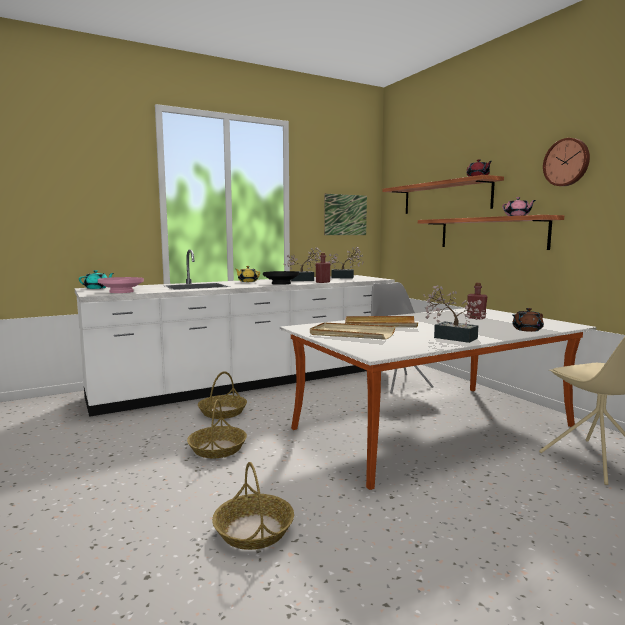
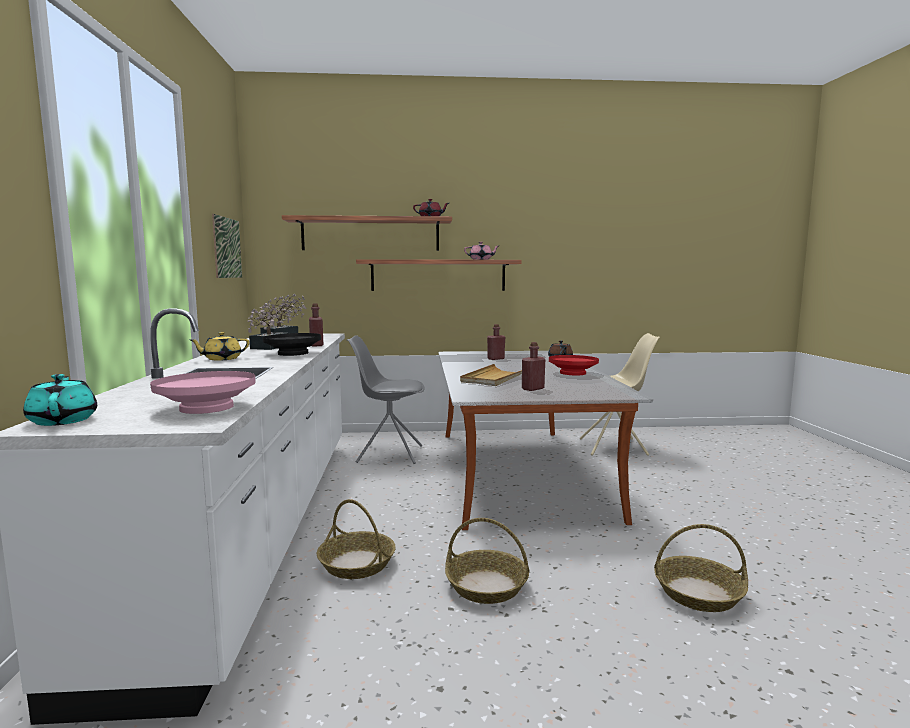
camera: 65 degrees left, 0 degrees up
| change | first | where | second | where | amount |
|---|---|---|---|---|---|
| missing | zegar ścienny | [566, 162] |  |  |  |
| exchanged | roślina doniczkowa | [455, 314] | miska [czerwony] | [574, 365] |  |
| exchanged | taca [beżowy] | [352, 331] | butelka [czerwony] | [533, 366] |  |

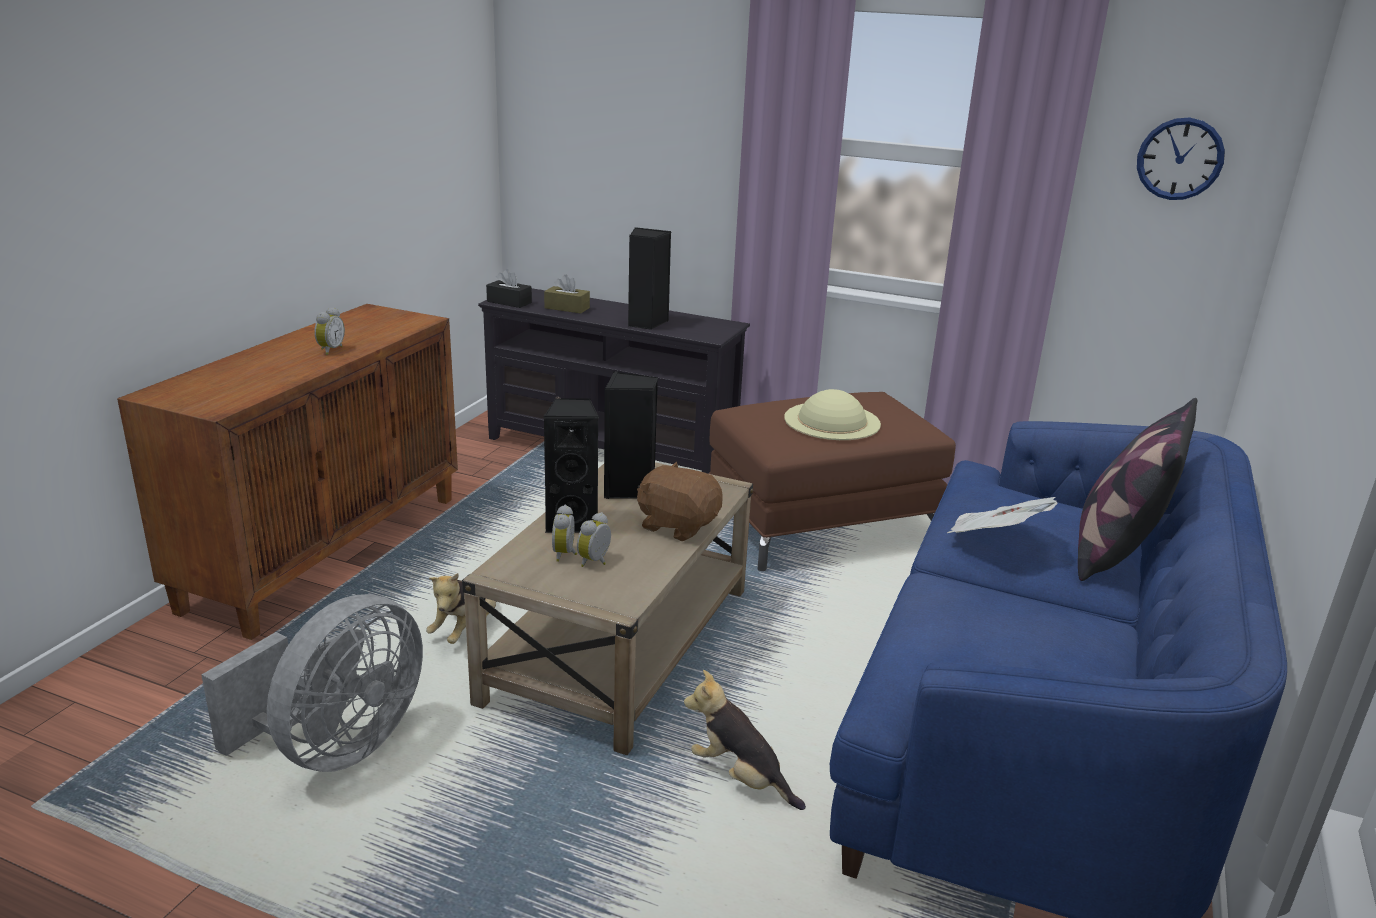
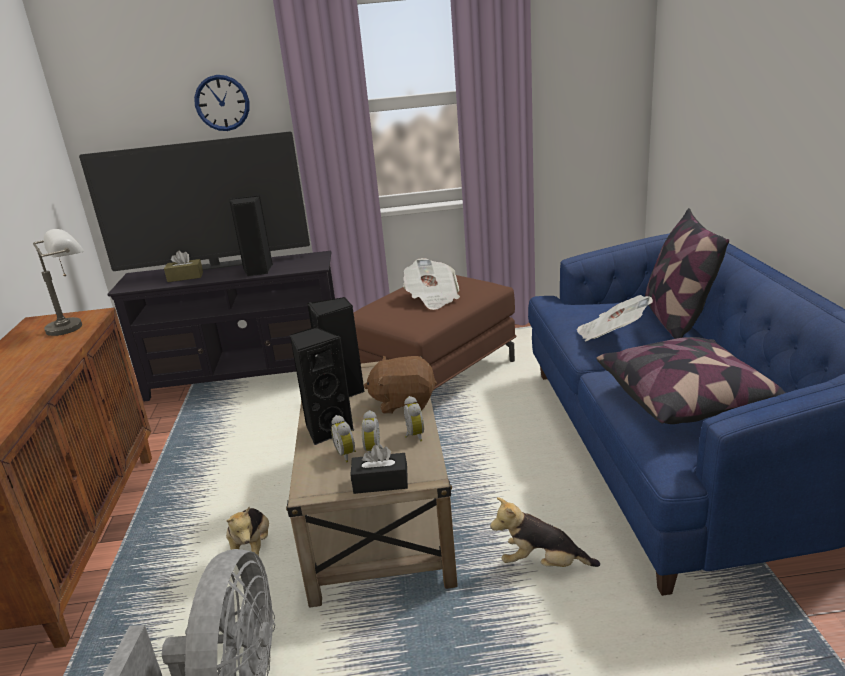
camera: 25 degrees left, 0 degrees up
| change | first | where | second | where | amount |
|---|---|---|---|---|---|
| relocated | zegar ścienny | [1181, 158] |  | [222, 103] |  |
| relocated | pudełko chusteczek [czarny] | [509, 288] |  | [379, 469] |  |
| relocated | budzik | [329, 331] |  | [414, 419] |  |
| exchanged | kapelusz [beżowy] | [832, 414] | gazeta | [431, 284] |  |
| appeared |  |  | telewizor | [194, 201] |  |
| appeared |  |  | lampa stołowa [szary] | [58, 282] |  |
| appeared |  |  | poduszka | [691, 380] |  |

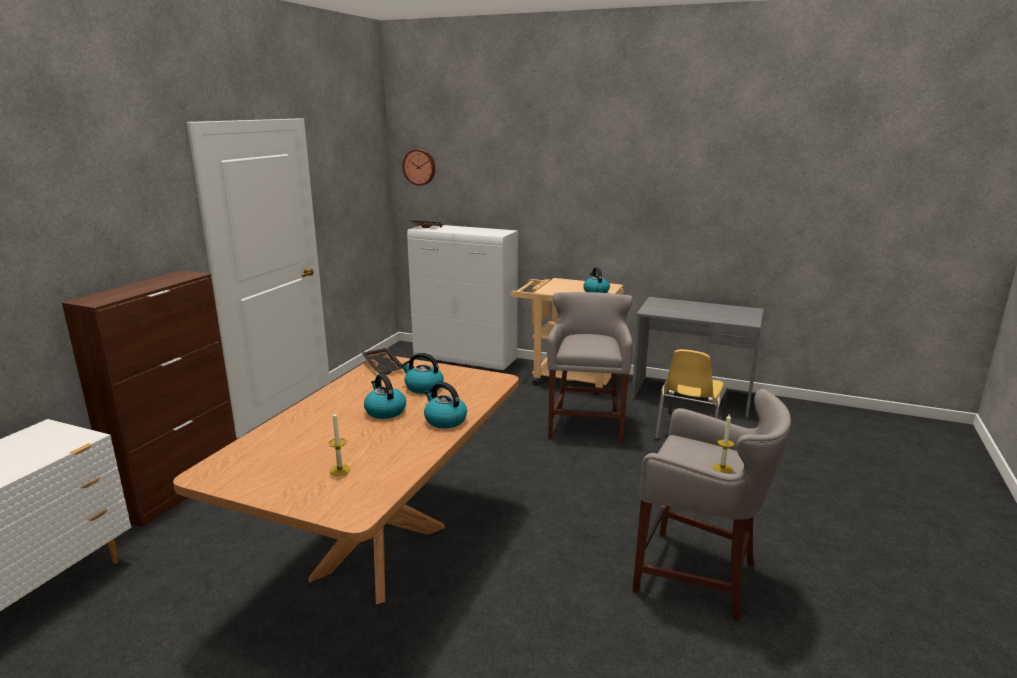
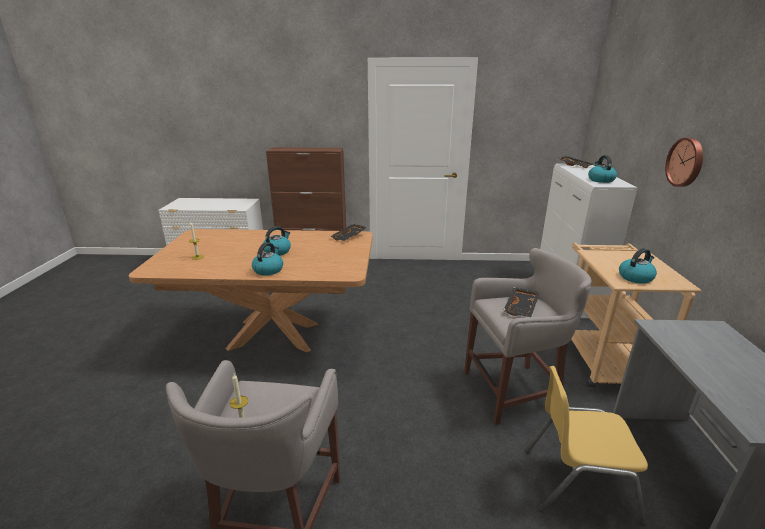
camera: 70 degrees right, 5 degrees up
| change | first | where | second | where | amount |
|---|---|---|---|---|---|
| relocated | zegar ścienny | [419, 167] |  | [684, 162] |  |
| relocated | czajnik | [422, 373] |  | [602, 169] |  |
| appeared |  |  | taca [czarny] | [521, 302] |  |

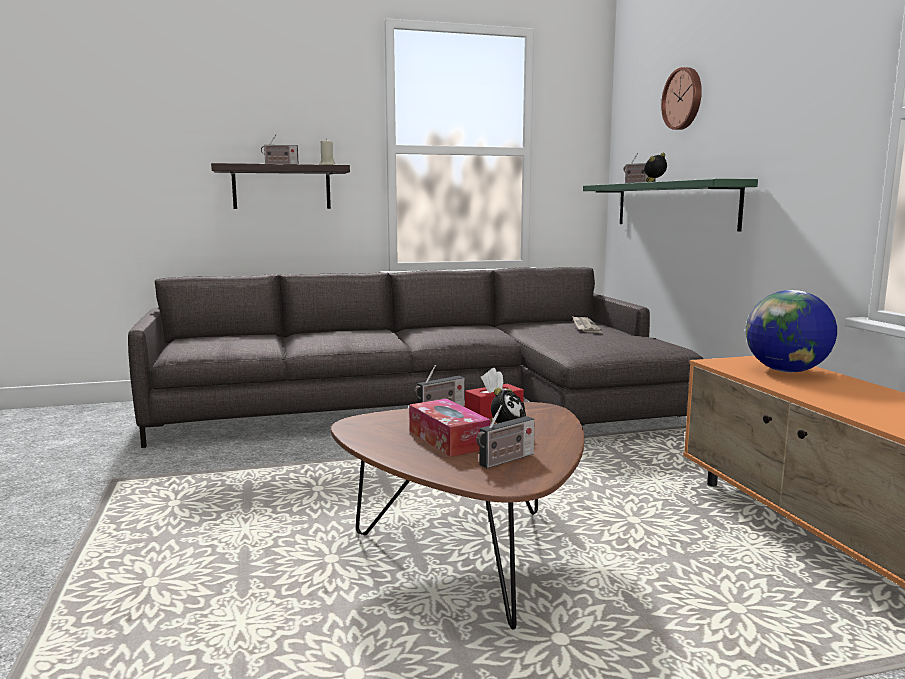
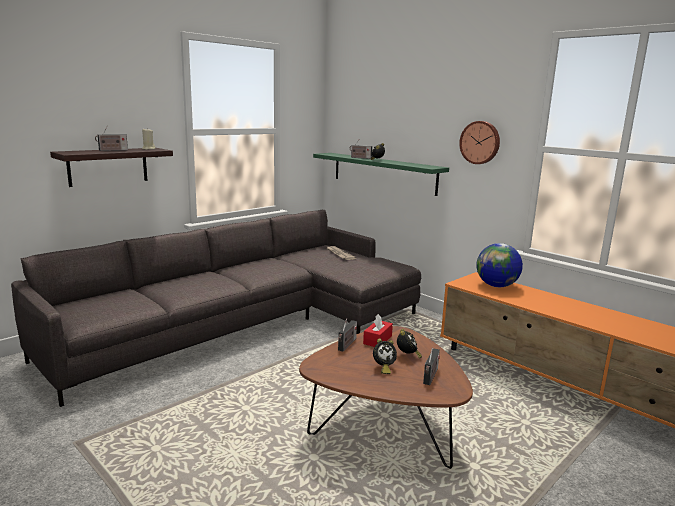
camera: 30 degrees left, 5 degrees up
| change | first | where | second | where | amount |
|---|---|---|---|---|---|
| relocated | zegar ścienny | [681, 98] |  | [479, 142] |  |
| exchanged | pudełko chusteczek | [449, 428] | budzik | [385, 356] |  |

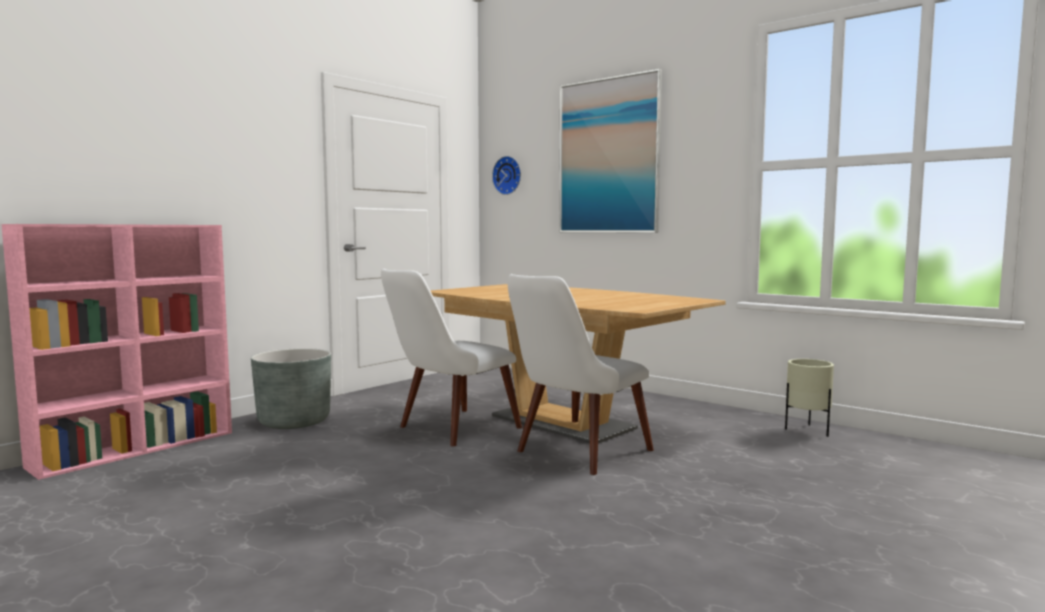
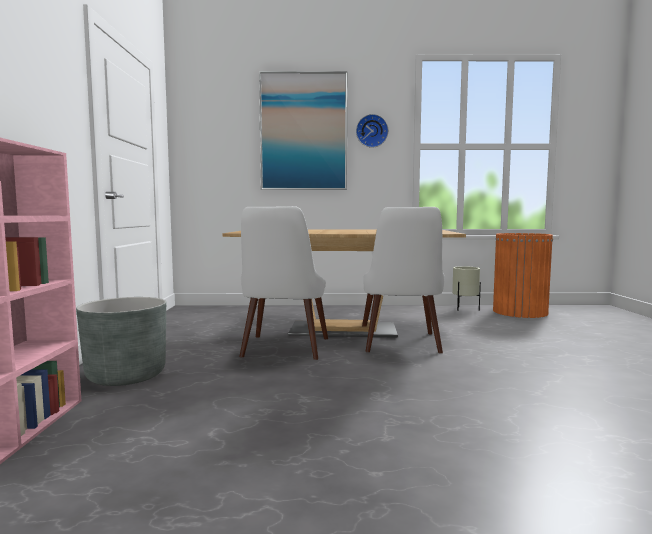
camera: 40 degrees left, 0 degrees up
| change | first | where | second | where | amount |
|---|---|---|---|---|---|
| relocated | zegar ścienny | [506, 175] |  | [372, 131] |  |
| appeared |  |  | kosz na śmieci [pomarańczowy] | [523, 275] |  |

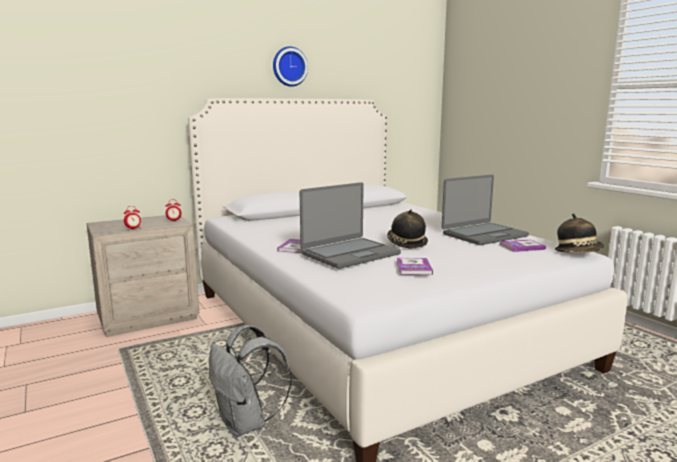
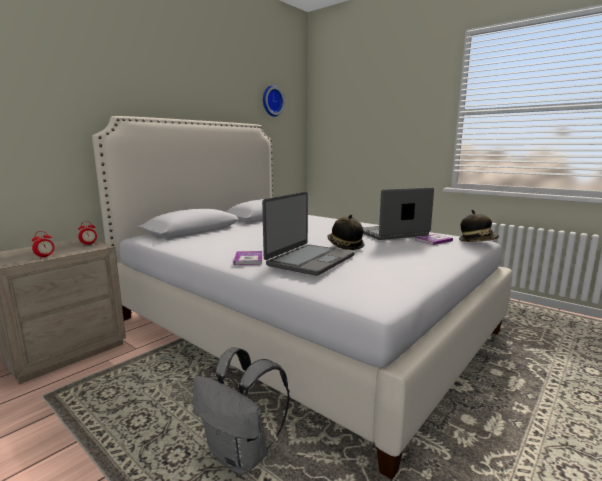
camera: 20 degrees left, 0 degrees up
| change | first | where | second | where | amount |
|---|---|---|---|---|---|
| relocated | zegar ścienny | [290, 66] |  | [274, 101] |  |
| spun | laptop | [485, 210] |  | [398, 213] | 150 degrees counterclockwise |
| missing | książka | [415, 266] |  |  |  |

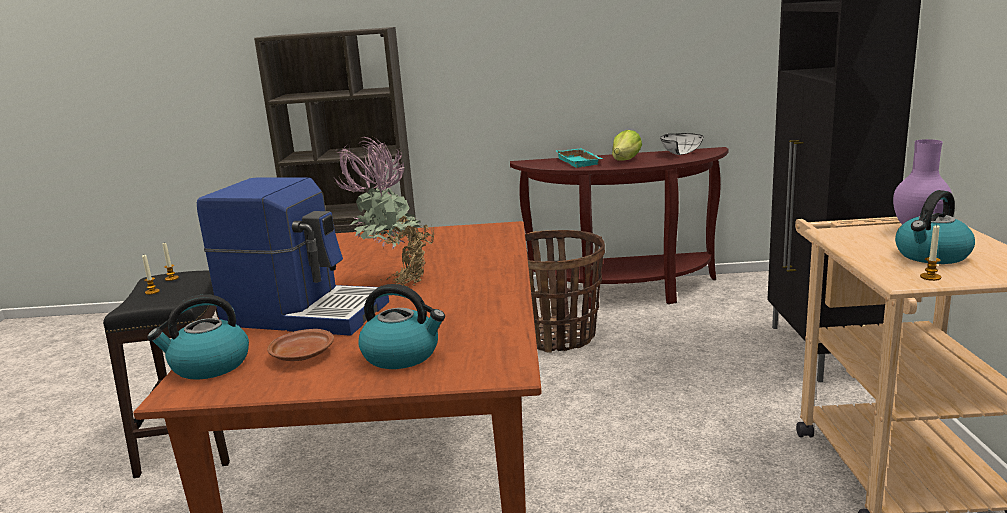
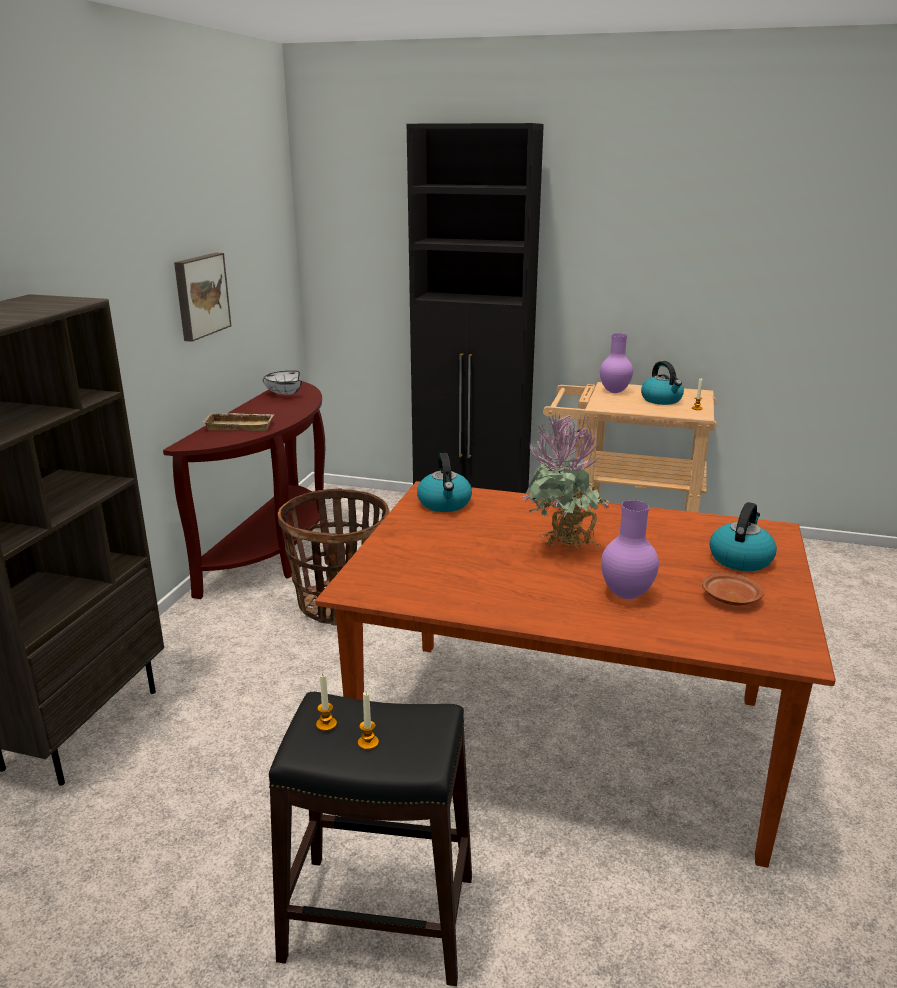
camera: 75 degrees left, 5 degrees up
| change | first | where | second | where | amount |
|---|---|---|---|---|---|
| missing | sałata | [627, 145] |  |  |  |
| colour | taca [turkusowy] | [579, 158] | taca [beżowy] | [238, 422] |  |
| exchanged | ekspres do kawy | [293, 256] | wazon [fioletowy] | [630, 549] |  |
| relocated | czajnik | [198, 337] |  | [444, 482] |  |
| appeared |  |  | obraz | [202, 297] |  |

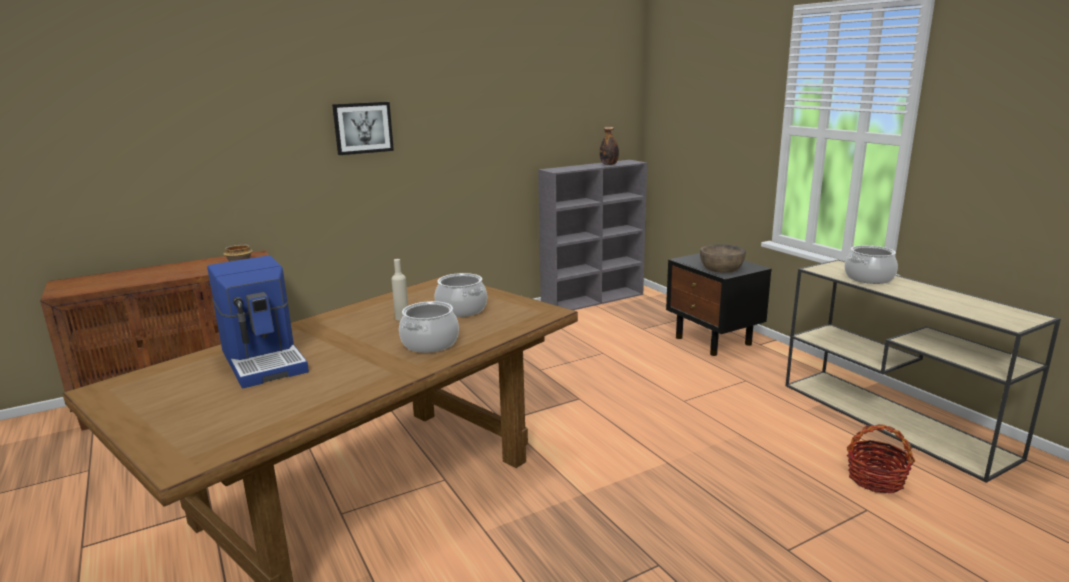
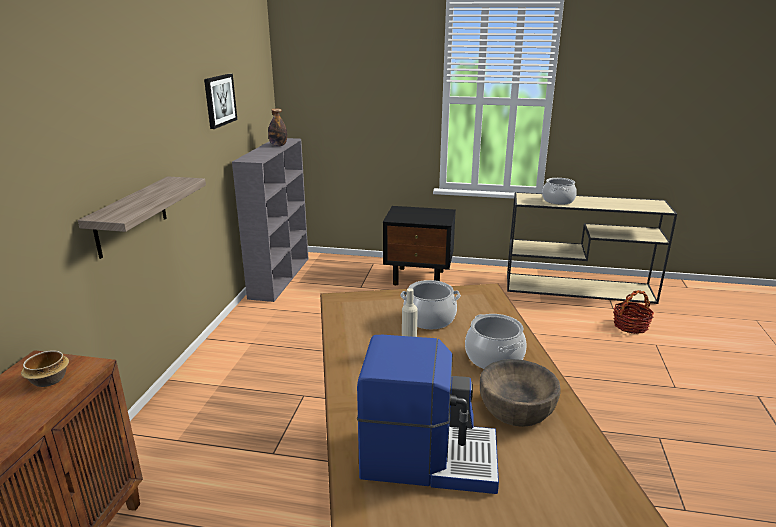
camera: 50 degrees left, 5 degrees up
| change | first | where | second | where | amount |
|---|---|---|---|---|---|
| relocated | obraz | [363, 128] |  | [221, 101] |  |
| relocated | miska [brązowy] | [723, 258] |  | [520, 393] |  |
| appeared |  |  | półka | [142, 217] |  |

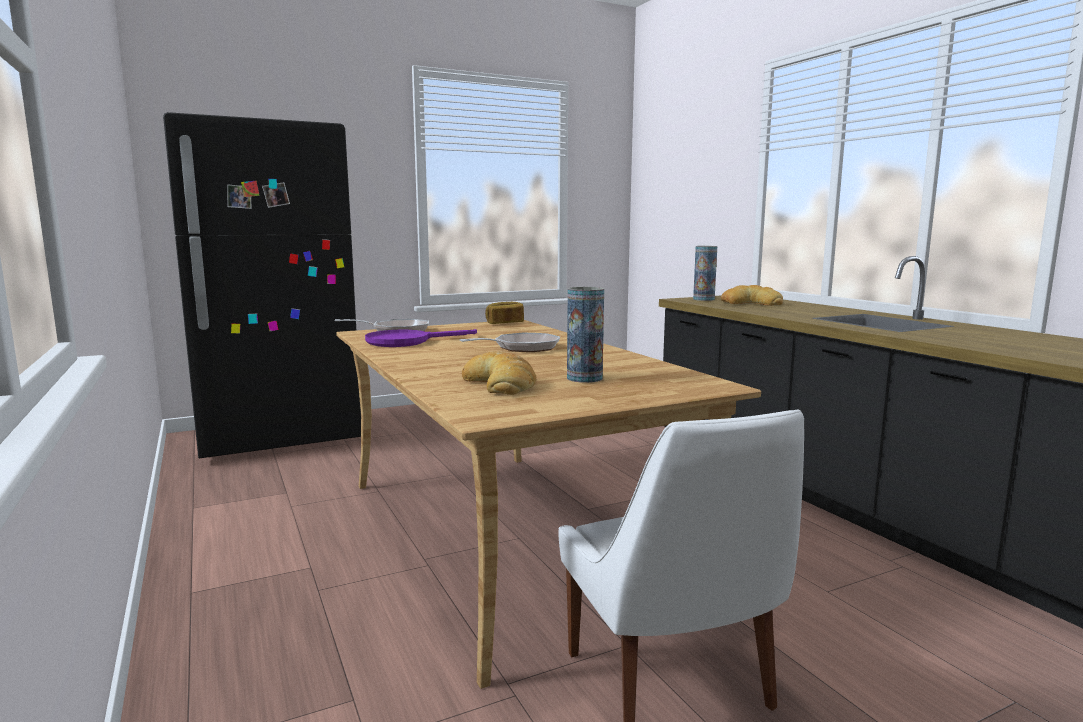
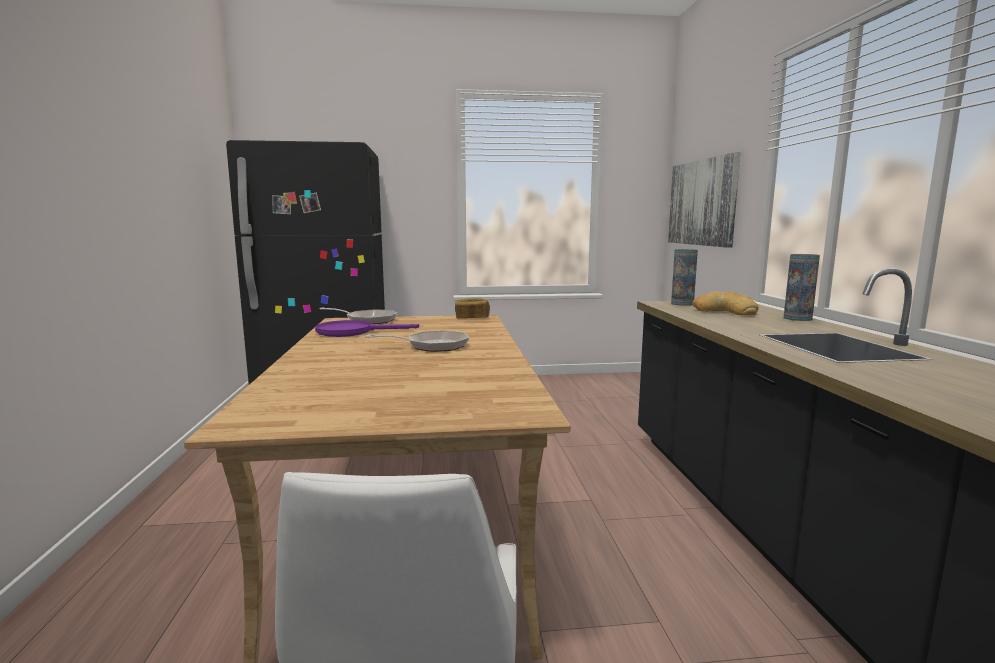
camera: 20 degrees right, 0 degrees up
| change | first | where | second | where | amount |
|---|---|---|---|---|---|
| relocated | wazon | [585, 335] |  | [802, 287] |  |
| missing | chleb | [499, 373] |  |  |  |
| appeared |  |  | obraz | [704, 200] |  |

